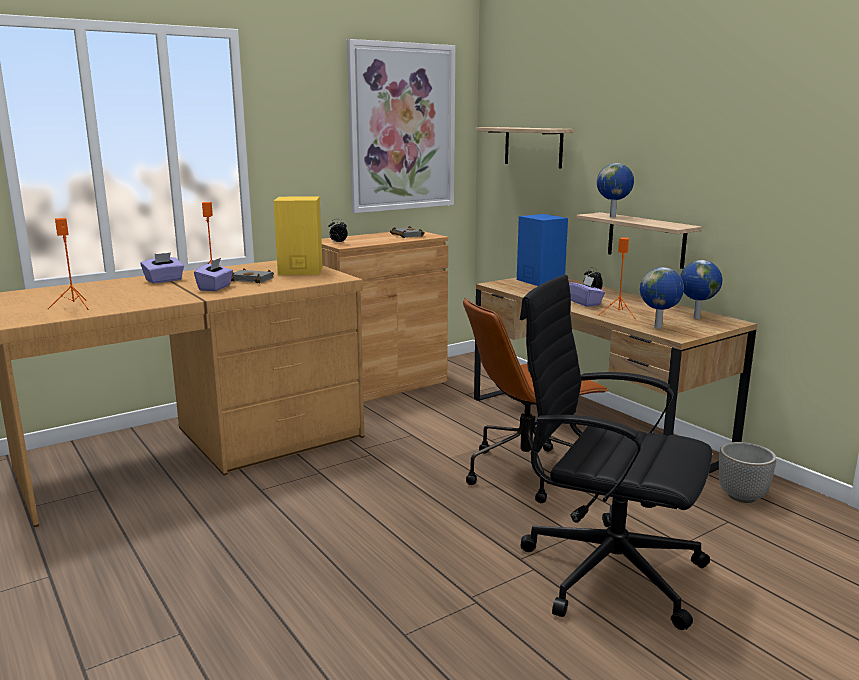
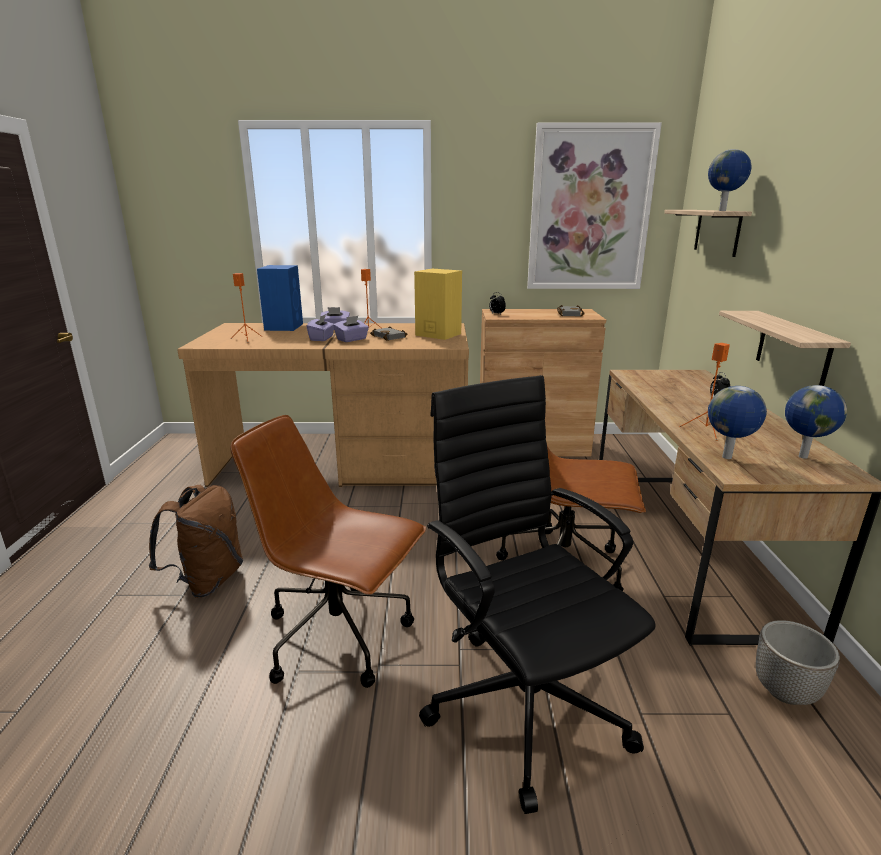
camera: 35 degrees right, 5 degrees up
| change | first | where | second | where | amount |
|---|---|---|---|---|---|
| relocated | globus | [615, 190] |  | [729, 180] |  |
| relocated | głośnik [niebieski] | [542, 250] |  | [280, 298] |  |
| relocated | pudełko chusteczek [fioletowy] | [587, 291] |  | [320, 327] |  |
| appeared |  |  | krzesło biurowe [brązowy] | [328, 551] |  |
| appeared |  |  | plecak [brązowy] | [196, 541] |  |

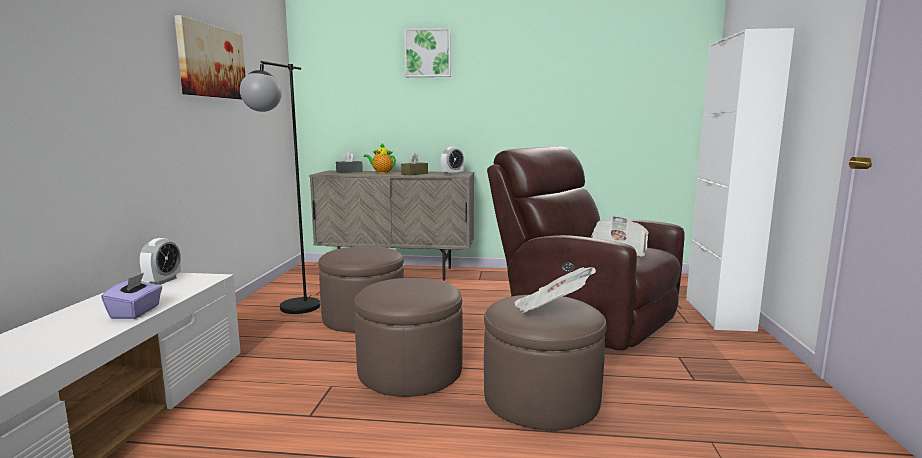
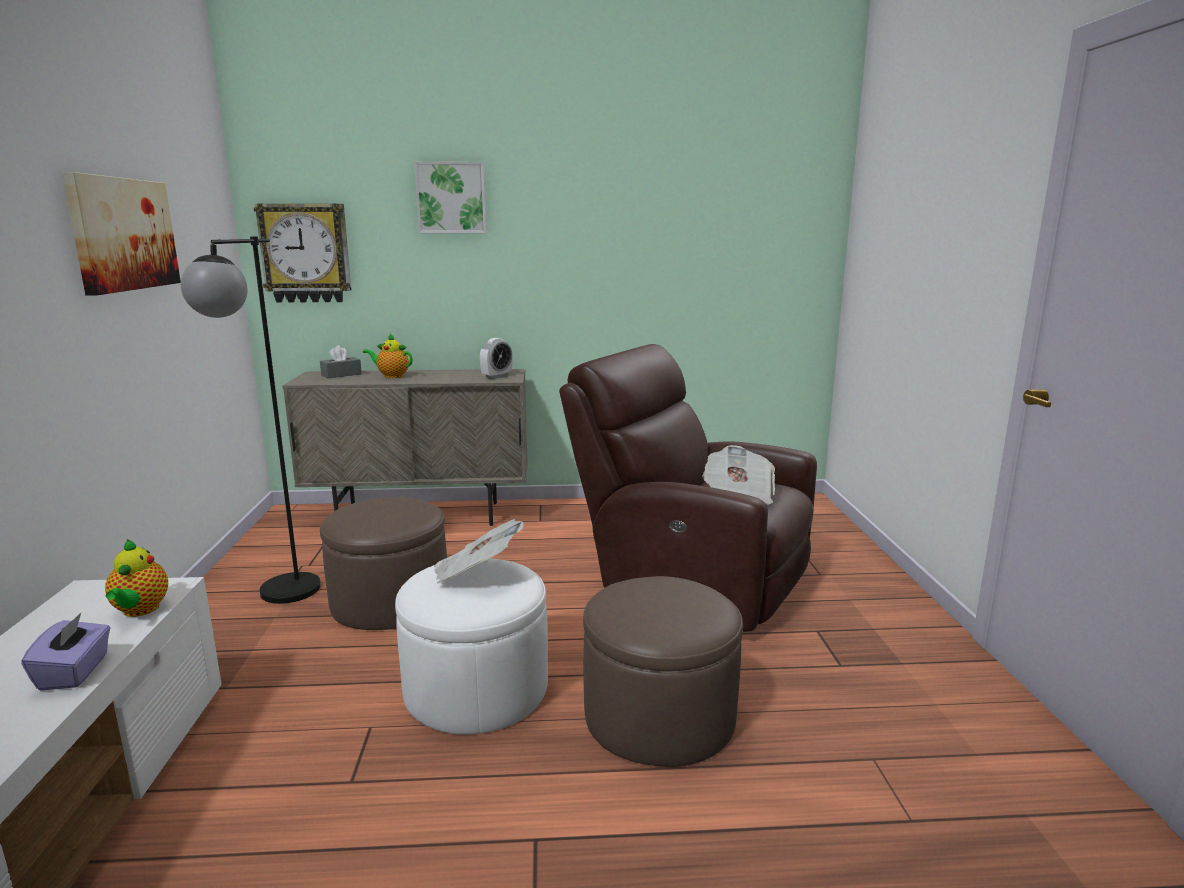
camera: 10 degrees left, 5 degrees up
| change | first | where | second | where | amount |
|---|---|---|---|---|---|
| missing | szafka [biały] | [740, 180] |  |  |  |
| missing | pudełko chusteczek [brązowy] | [414, 164] |  |  |  |
| missing | budzik | [160, 261] |  |  |  |
| relocated | gazeta | [555, 290] |  | [479, 551] |  |
| colour | pufa [brązowy] | [408, 337] | pufa [biały] | [471, 646] |  |
| appeared |  |  | zegar ścienny | [303, 253] |  |
| appeared |  |  | imbryk | [136, 578] |  |

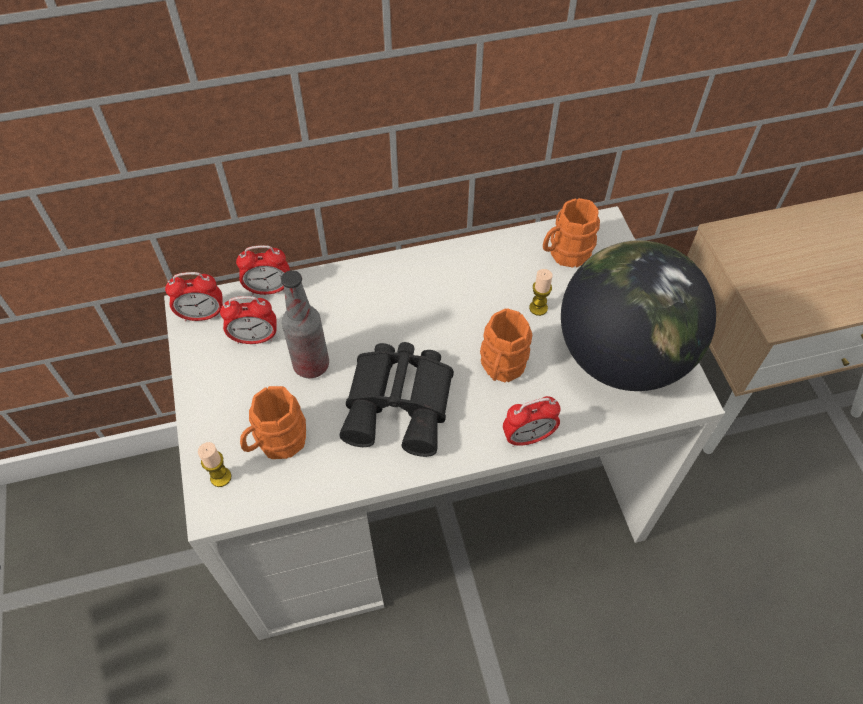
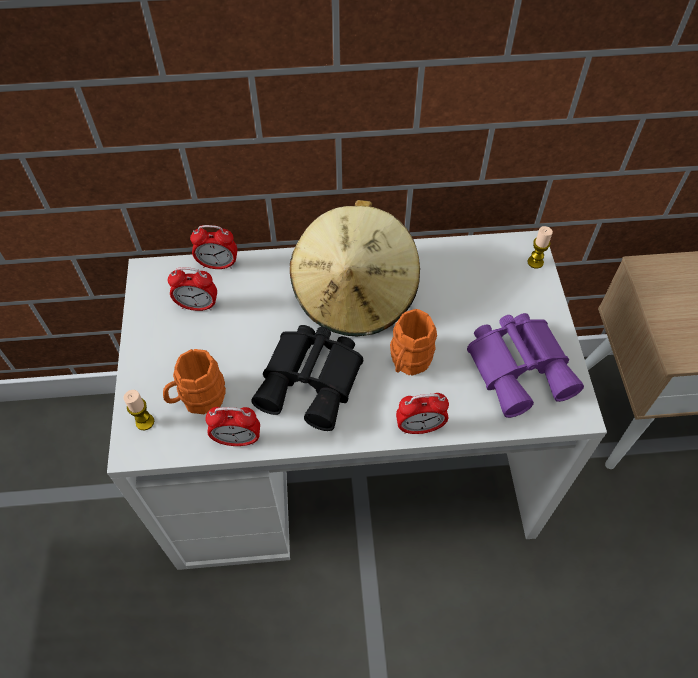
camera: 10 degrees right, 0 degrees up
| change | first | where | second | where | amount |
|---|---|---|---|---|---|
| missing | kubek [pomarańczowy] | [571, 232] |  |  |  |
| exchanged | globus | [638, 315] | lornetka [fioletowy] | [525, 365] |  |
| relocated | świeca | [541, 292] |  | [540, 247] |  |
| missing | butelka | [305, 324] |  |  |  |
| relocated | budzik | [194, 297] |  | [232, 426] |  |
| appeared |  |  | kapelusz [beżowy] | [355, 268] |  |

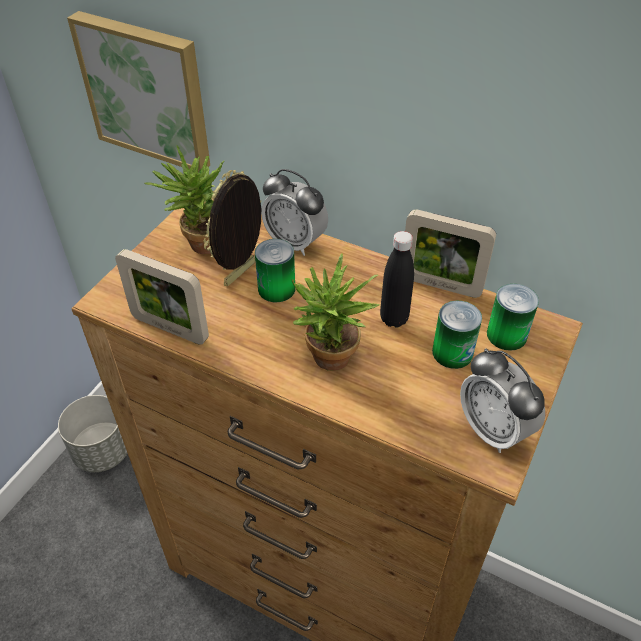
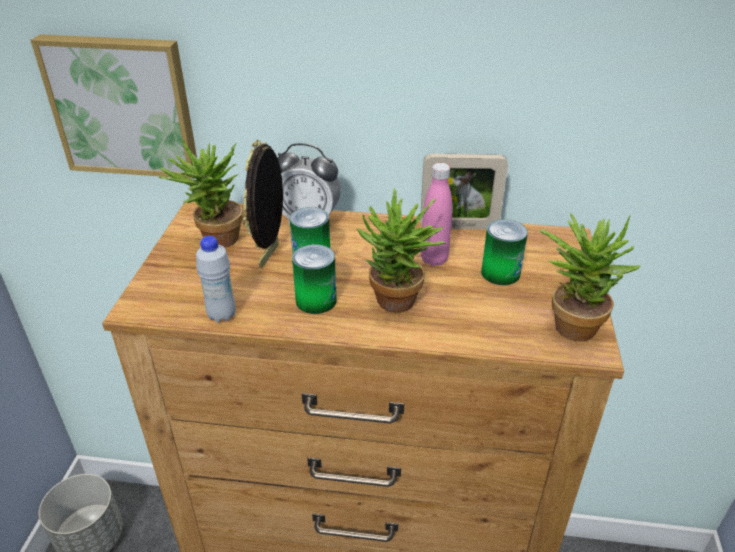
camera: 20 degrees left, 10 degrees down
| change | first | where | second | where | amount |
|---|---|---|---|---|---|
| colour | butelka [czarny] | [397, 279] | butelka [różowy] | [437, 214] |  |
| exchanged | ramka na zdjęcie | [162, 297] | butelka [biały] | [216, 279] |  |
| relocated | puszka | [513, 317] |  | [314, 279] |  |
| exchanged | budzik | [502, 400] | roślina doniczkowa | [590, 277] |  |

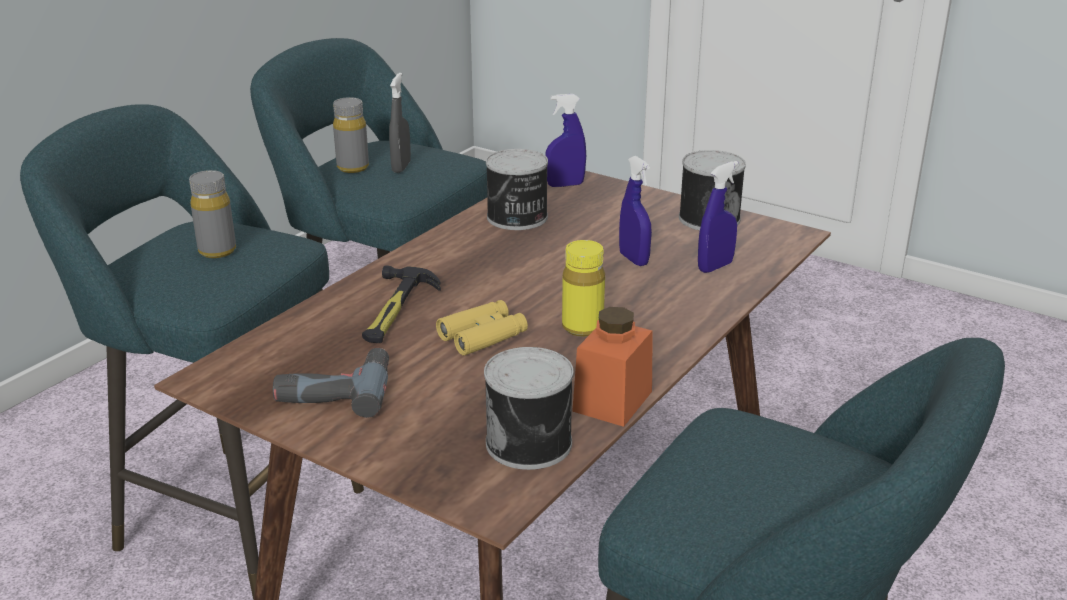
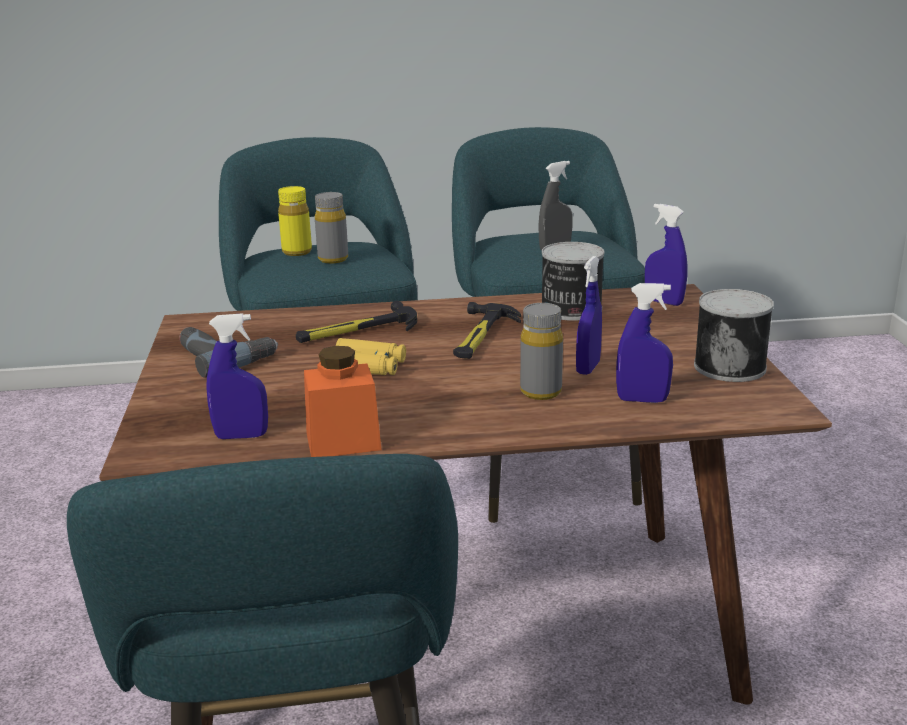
camera: 50 degrees right, 5 degrees down
| change | first | where | second | where | amount |
|---|---|---|---|---|---|
| relocated | butelka [szary] | [351, 135] |  | [541, 351] |  |
| relocated | butelka [żółty] | [583, 288] |  | [295, 221] |  |
| exchanged | puszka | [529, 408] | spryskiwacz [niebieski] | [237, 376] |  |
| appeared |  |  | młotek | [487, 330] |  |

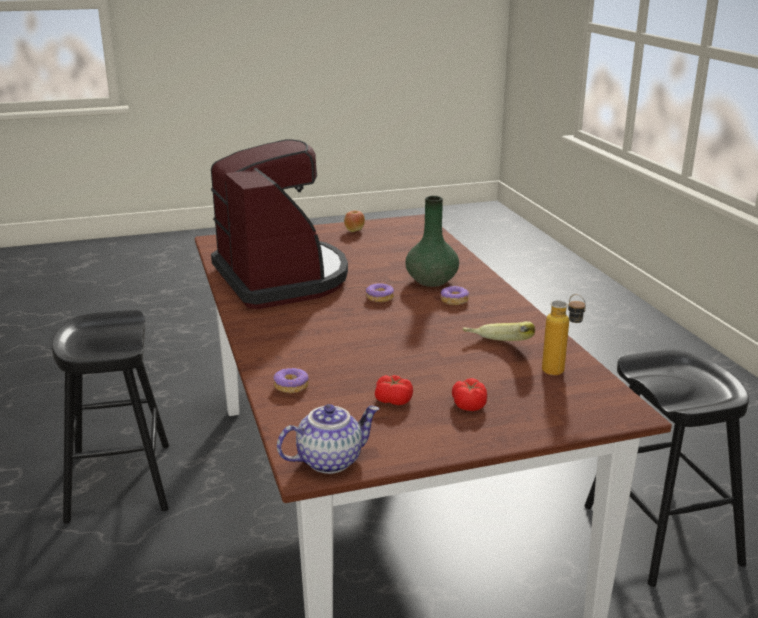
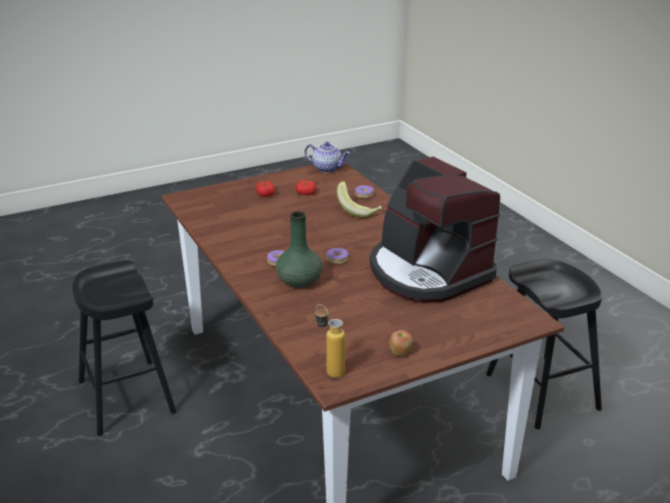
camera: 170 degrees right, 5 degrees up
| change | first | where | second | where | amount |
|---|---|---|---|---|---|
| relocated | butelka | [564, 334] |  | [330, 341] |  |
| relocated | banan | [498, 331] |  | [359, 199] |  |
| spun | imbryk | [328, 439] |  | [327, 157] | 120 degrees counterclockwise |

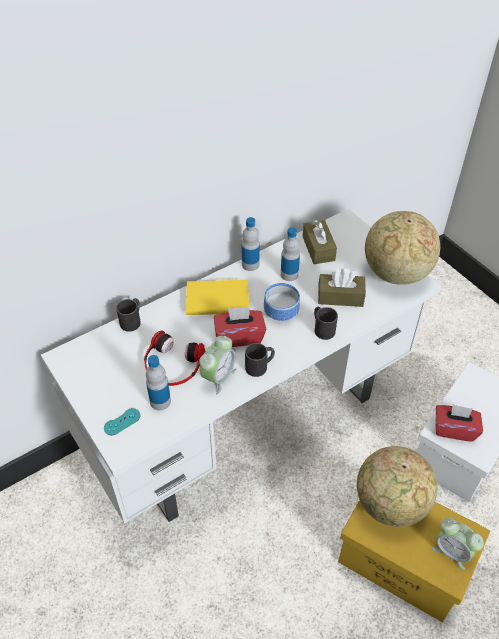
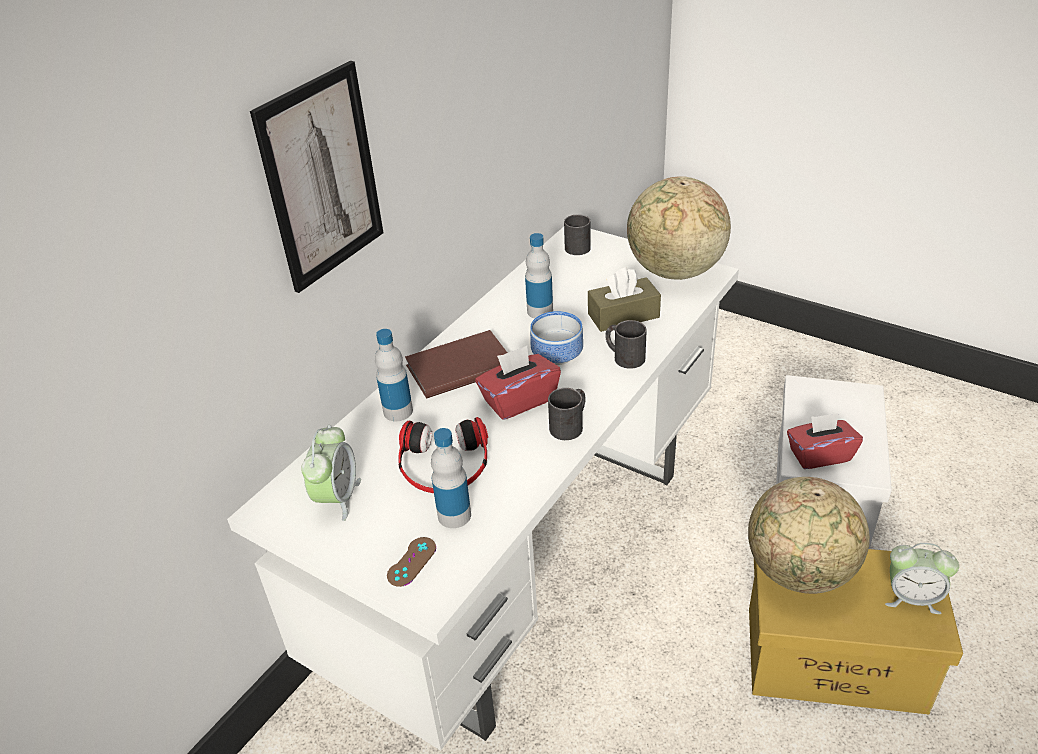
camera: 20 degrees left, 10 degrees down
| change | first | where | second | where | amount |
|---|---|---|---|---|---|
| relocated | butelka | [251, 244] |  | [394, 375] |  |
| missing | pudełko chusteczek [brązowy] | [320, 242] |  |  |  |
| colour | książka [żółty] | [217, 297] | książka [brązowy] | [456, 364] |  |
| relocated | kubek [czarny] | [128, 315] |  | [577, 234] |  |
| relocated | budzik | [218, 365] |  | [331, 473] |  |
| colour | pad do gier [turkusowy] | [122, 421] | pad do gier [brązowy] | [411, 562] |  |
| appeared |  |  | obraz | [317, 177] |  |

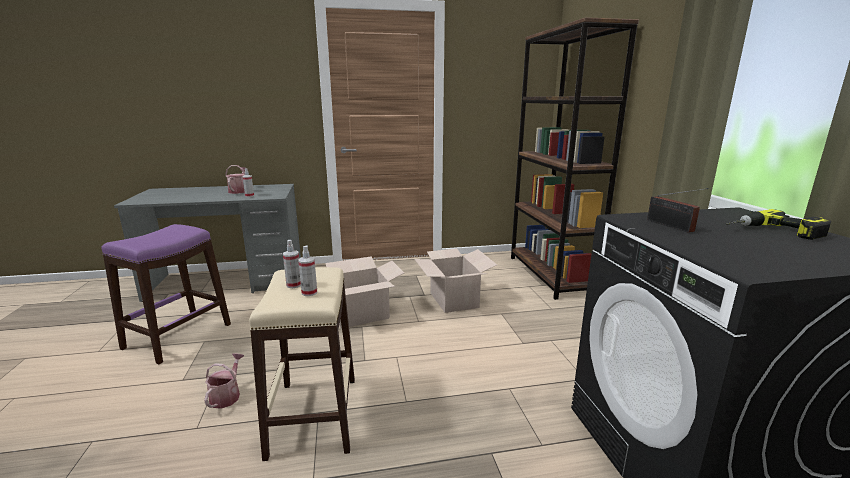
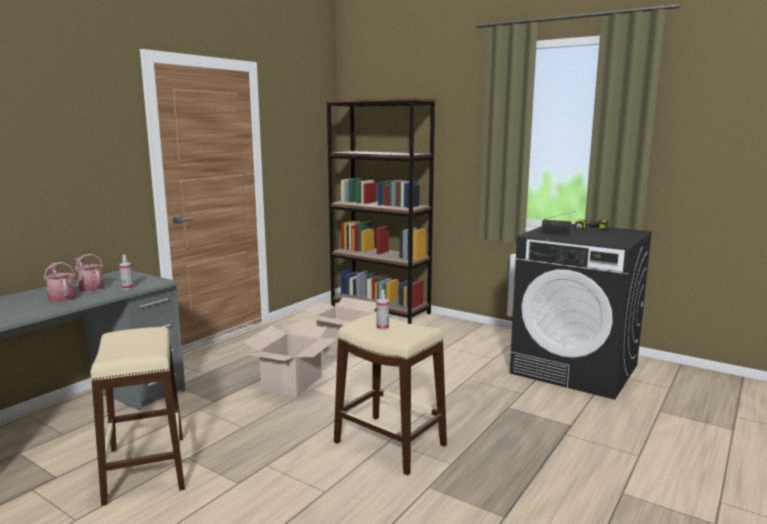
camera: 45 degrees left, 5 degrees down
| change | first | where | second | where | amount |
|---|---|---|---|---|---|
| colour | stołek [fioletowy] | [166, 294] | stołek [beżowy] | [138, 416] |  |
| missing | spryskiwacz | [307, 270] |  |  |  |
| relocated | konewka | [224, 381] |  | [60, 282] |  |

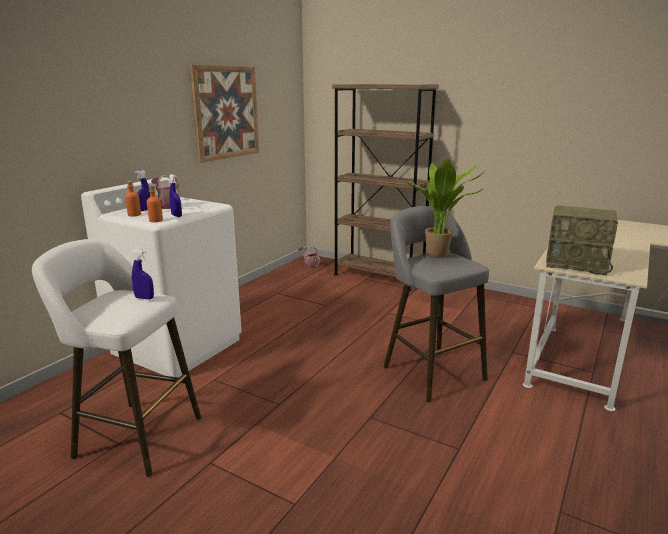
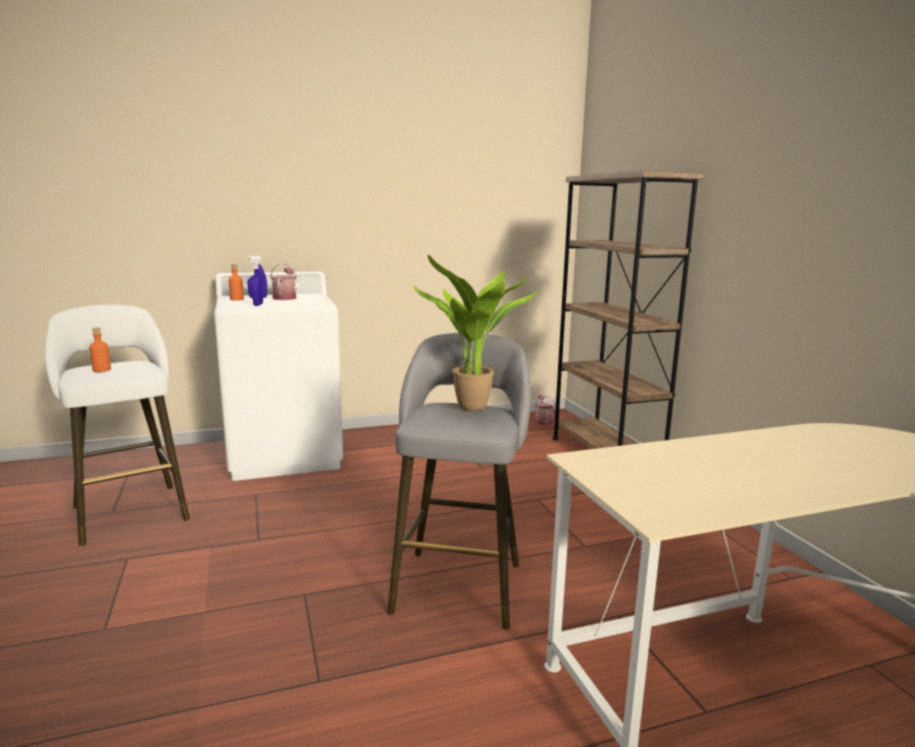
camera: 40 degrees right, 5 degrees down
| change | first | where | second | where | amount |
|---|---|---|---|---|---|
| missing | obraz | [224, 114] |  |  |  |
| relocated | butelka [pomarańczowy] | [155, 203] |  | [100, 349] |  |
| missing | radio | [582, 240] |  |  |  |
| missing | spryskiwacz [niebieski] | [143, 274] |  |  |  |

